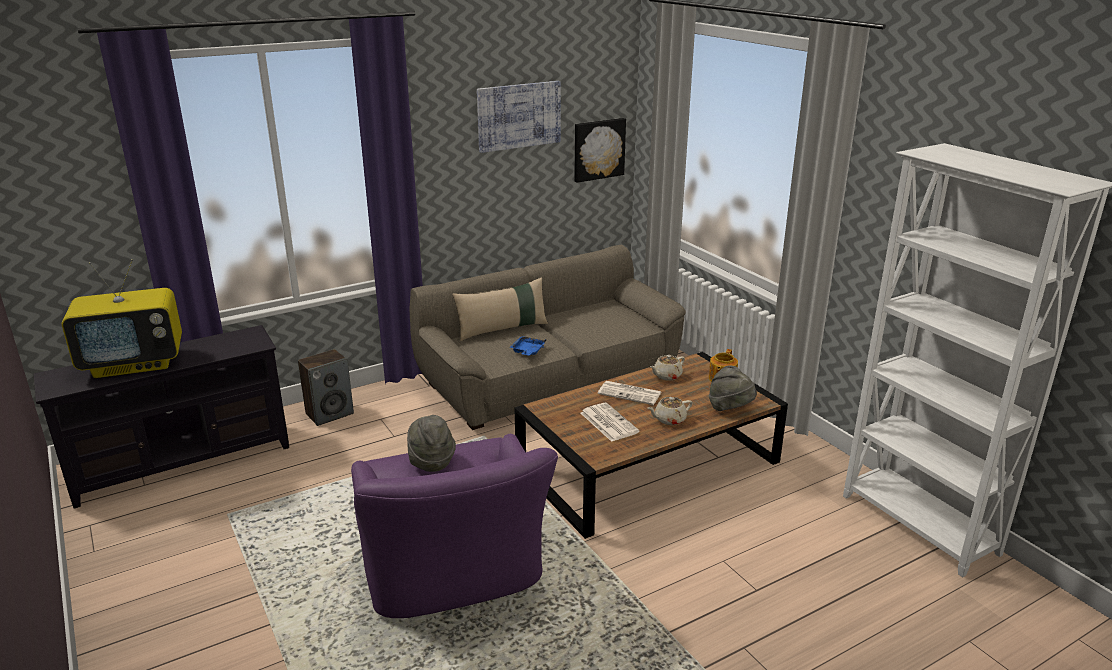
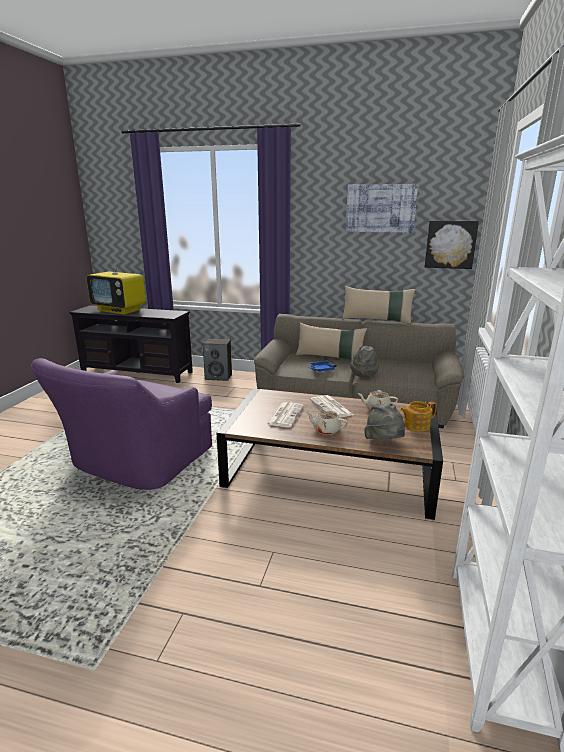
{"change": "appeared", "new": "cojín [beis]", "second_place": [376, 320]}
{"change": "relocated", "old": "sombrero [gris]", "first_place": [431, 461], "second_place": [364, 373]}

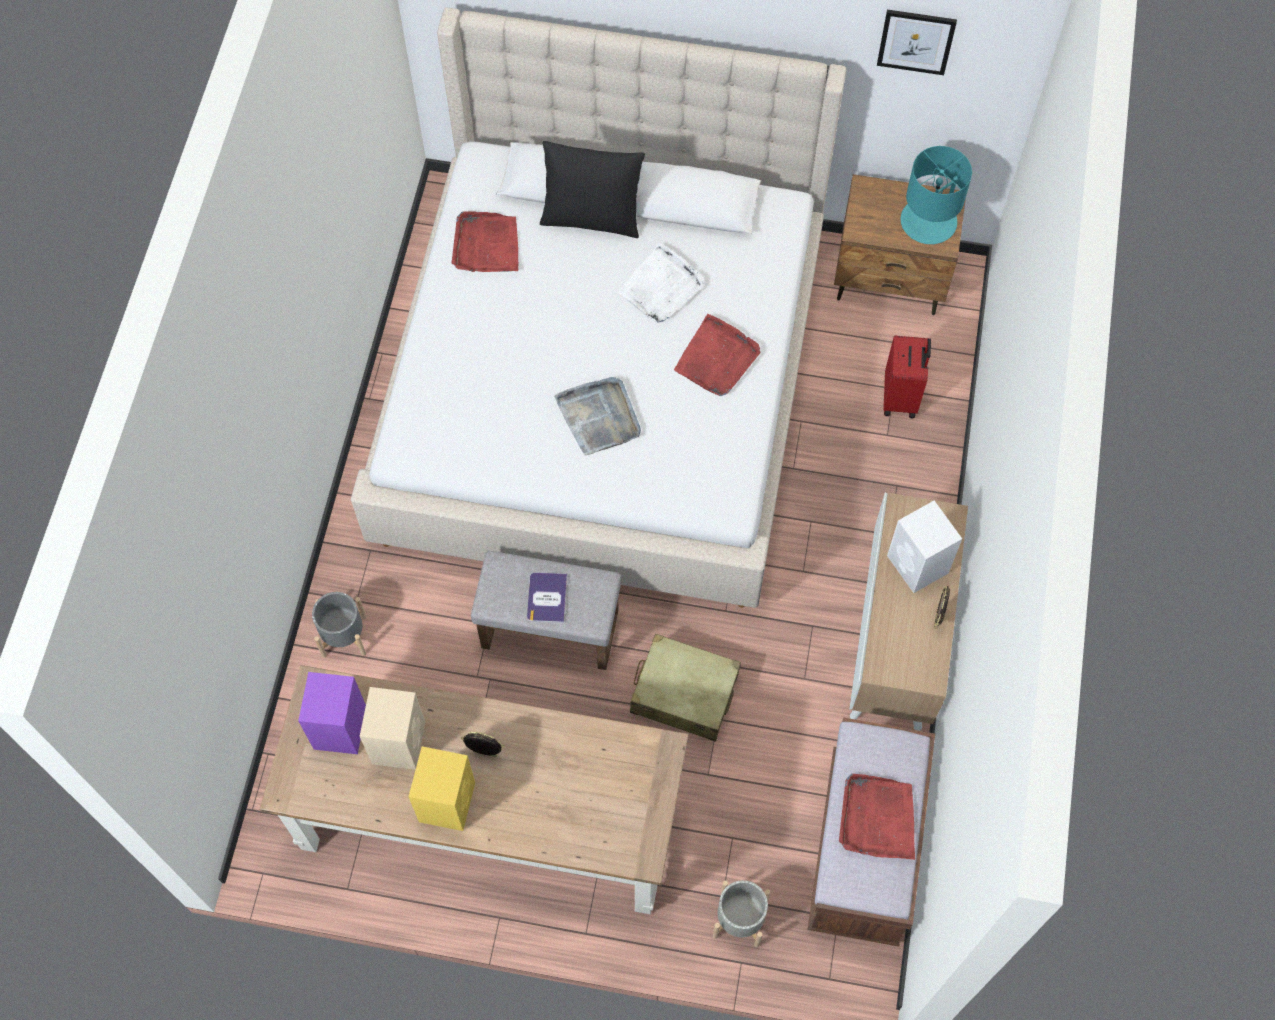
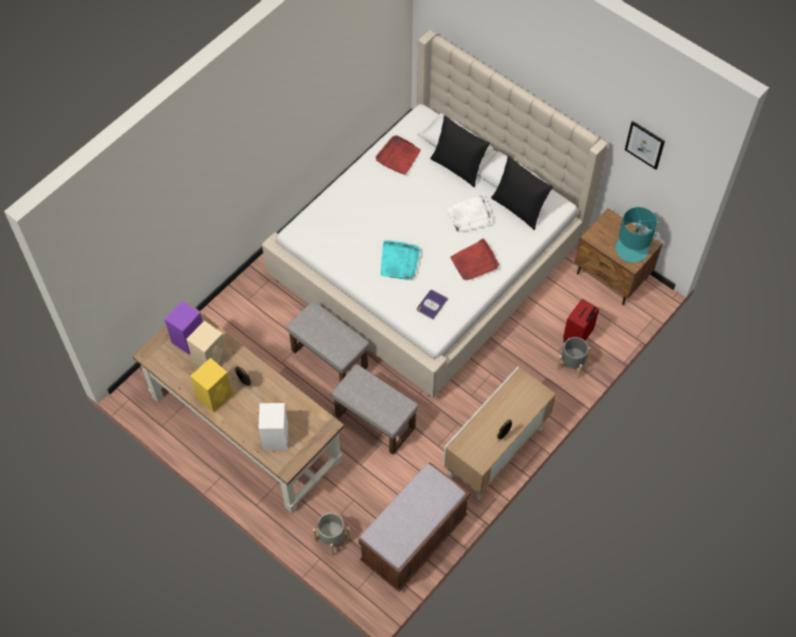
{"change": "missing", "old": "bandeja [rojo]", "first_place": [877, 819]}
{"change": "appeared", "new": "cojín [negro]", "second_place": [519, 208]}
{"change": "relocated", "old": "maceta [gris]", "first_place": [344, 636], "second_place": [571, 364]}
{"change": "relocated", "old": "libro", "first_place": [547, 598], "second_place": [432, 304]}
{"change": "relocated", "old": "altavoz [blanco]", "first_place": [918, 565], "second_place": [275, 438]}
{"change": "exchanged", "old": "maleta [beis]", "new": "puf [gris]", "first_place": [684, 693], "second_place": [374, 421]}
{"change": "colour", "old": "bandeja [gris]", "new": "bandeja [turquesa]", "first_place": [599, 417], "second_place": [399, 261]}

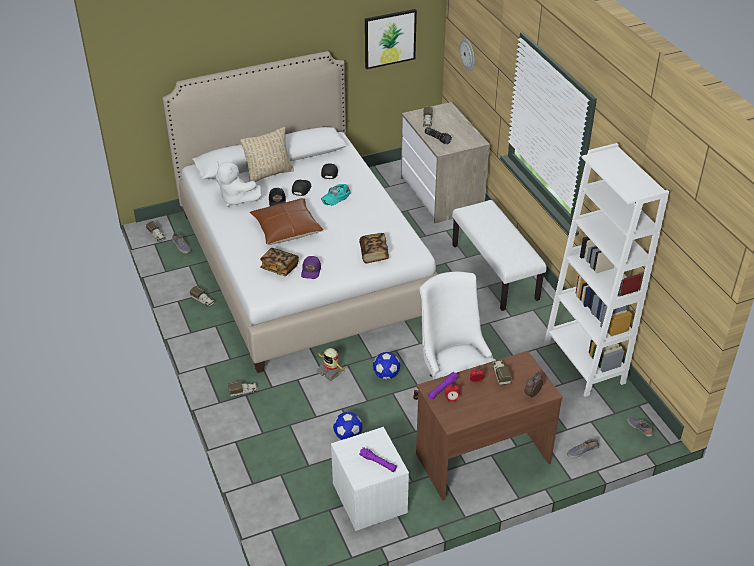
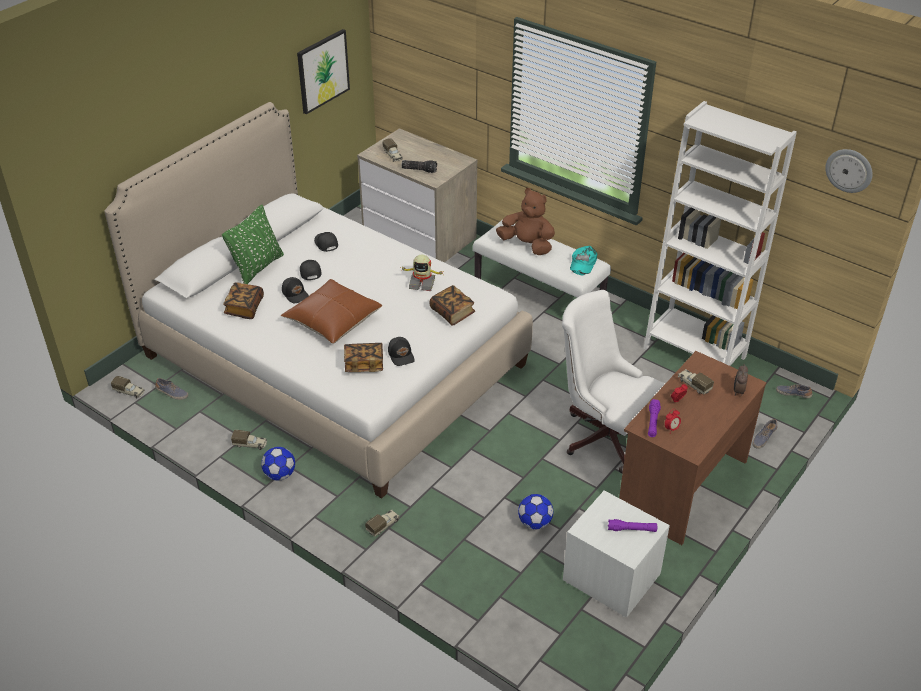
{"change": "appeared", "new": "peluche [marrón]", "second_place": [527, 245]}
{"change": "relocated", "old": "robot de juguete", "first_place": [330, 371], "second_place": [422, 283]}
{"change": "relocated", "old": "gorra [turquesa]", "first_place": [336, 196], "second_place": [582, 263]}
{"change": "relocated", "old": "balón de fútbol", "first_place": [386, 375], "second_place": [280, 475]}
{"change": "relocated", "old": "reloj de pared", "first_place": [468, 54], "second_place": [849, 170]}
{"change": "exchanged", "old": "peluche [blanco]", "new": "libro", "first_place": [236, 199], "second_place": [244, 308]}
{"change": "colour", "old": "cojín [beis]", "new": "cojín [verde]", "first_place": [269, 174], "second_place": [257, 267]}
{"change": "colour", "old": "gorra [morado]", "new": "gorra [negro]", "first_place": [311, 271], "second_place": [401, 355]}

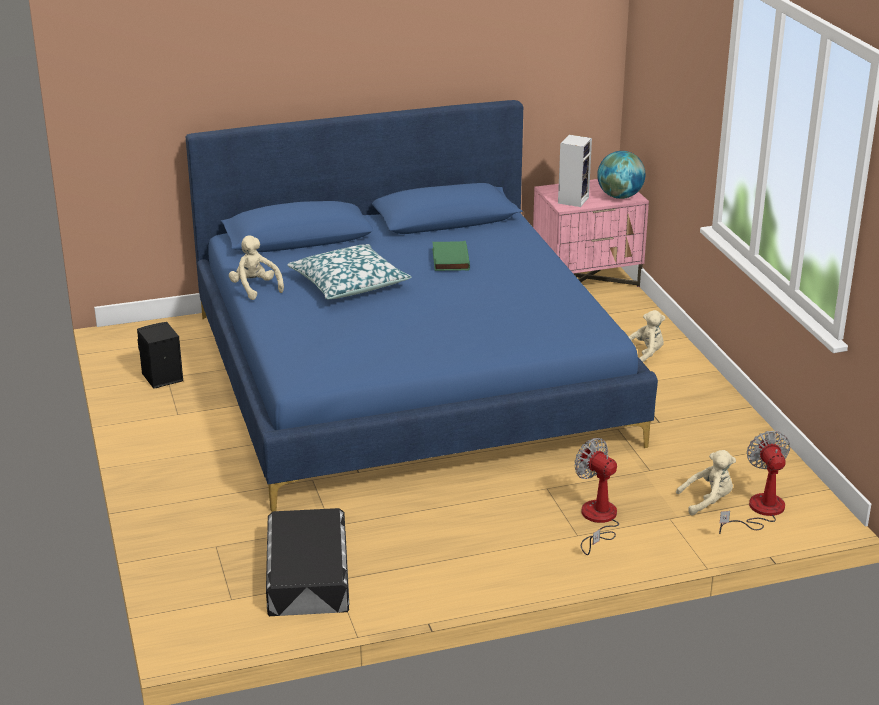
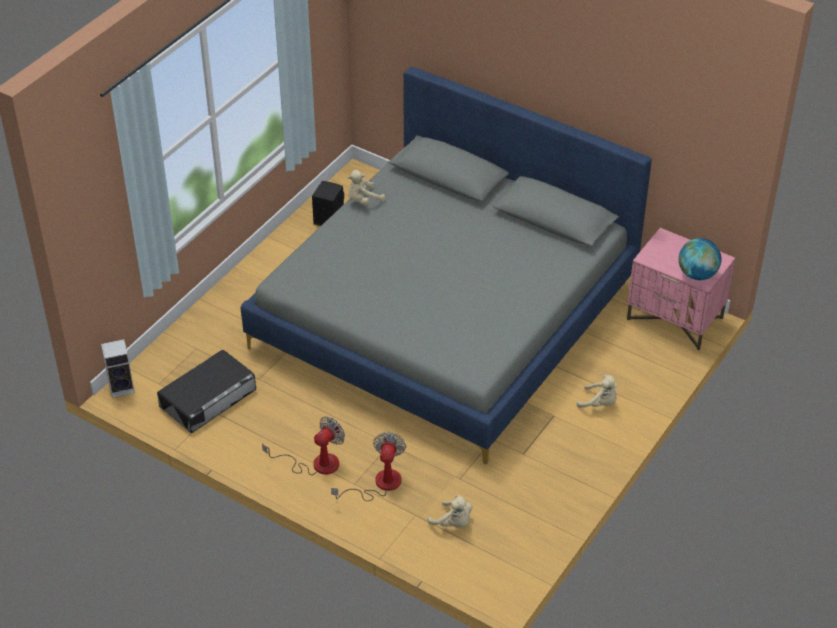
{"change": "missing", "old": "cojín", "first_place": [349, 284]}
{"change": "missing", "old": "libro [verde]", "first_place": [449, 259]}
{"change": "relocated", "old": "altavoz", "first_place": [573, 199], "second_place": [122, 387]}
{"change": "relocated", "old": "ventilador", "first_place": [758, 511], "second_place": [316, 463]}
{"change": "colour", "old": "cama [azul]", "new": "cama [gris]", "first_place": [408, 377], "second_place": [445, 314]}
{"change": "spun", "old": "peluche [beis]", "first_place": [255, 288], "second_place": [363, 200], "degrees": -135}

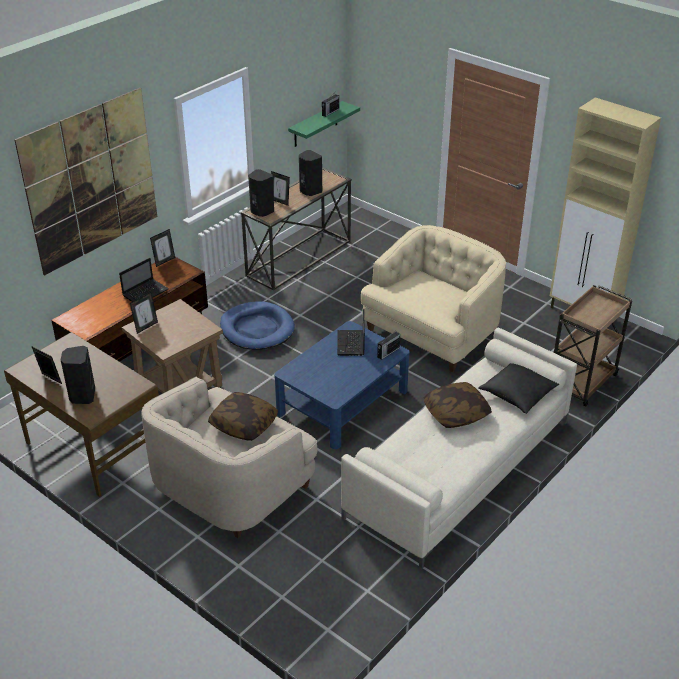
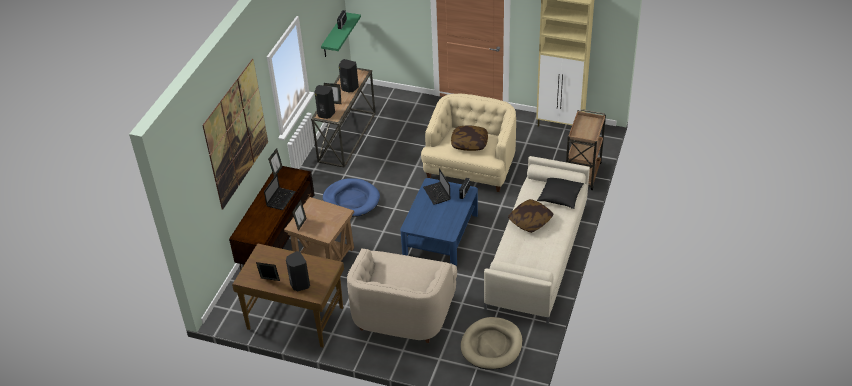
{"change": "appeared", "new": "cama para perro [beis]", "second_place": [491, 345]}
{"change": "relocated", "old": "cojín", "first_place": [243, 425], "second_place": [469, 143]}

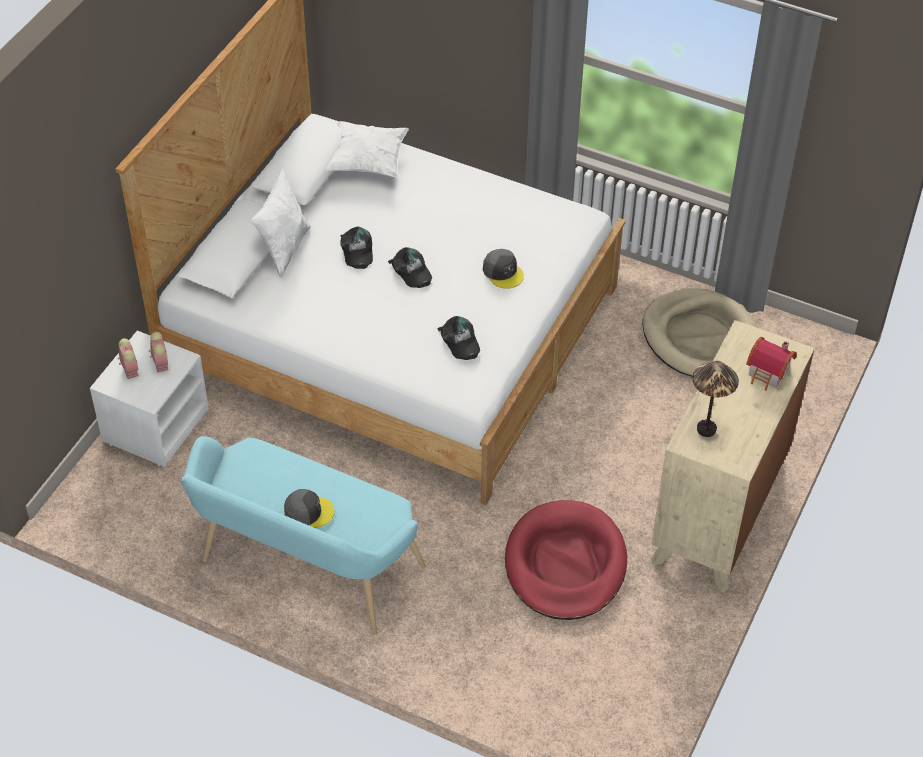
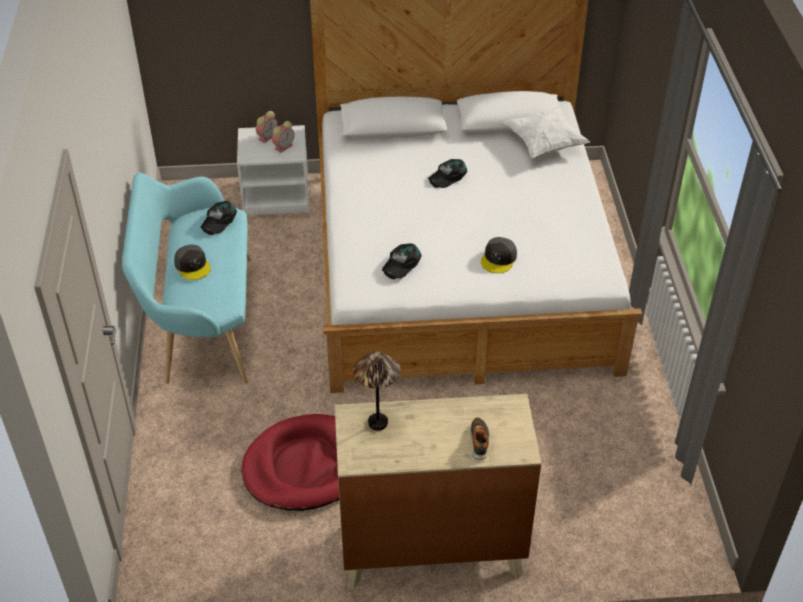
{"change": "missing", "old": "cojín [blanco]", "first_place": [284, 249]}
{"change": "missing", "old": "cama para perro [beis]", "first_place": [700, 338]}
{"change": "relocated", "old": "gorra [negro]", "first_place": [411, 271], "second_place": [218, 220]}
{"change": "exchanged", "old": "casita", "new": "zapato", "first_place": [768, 373], "second_place": [479, 441]}

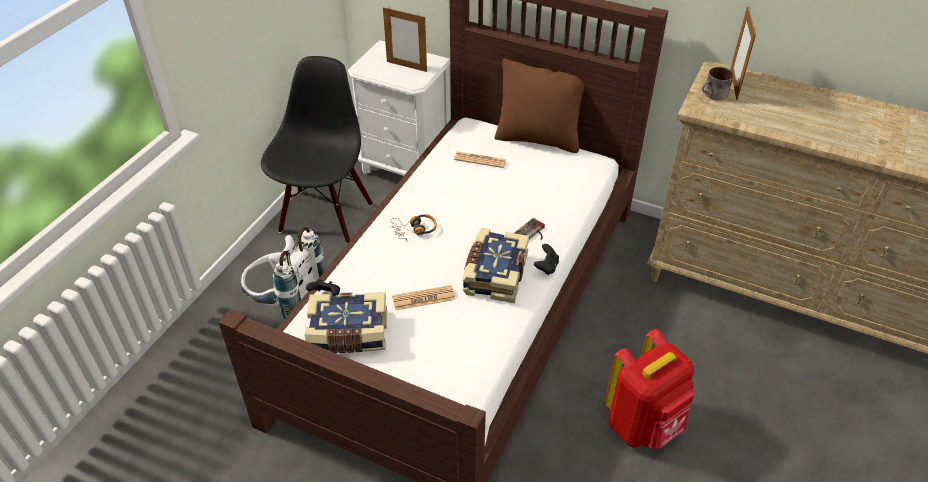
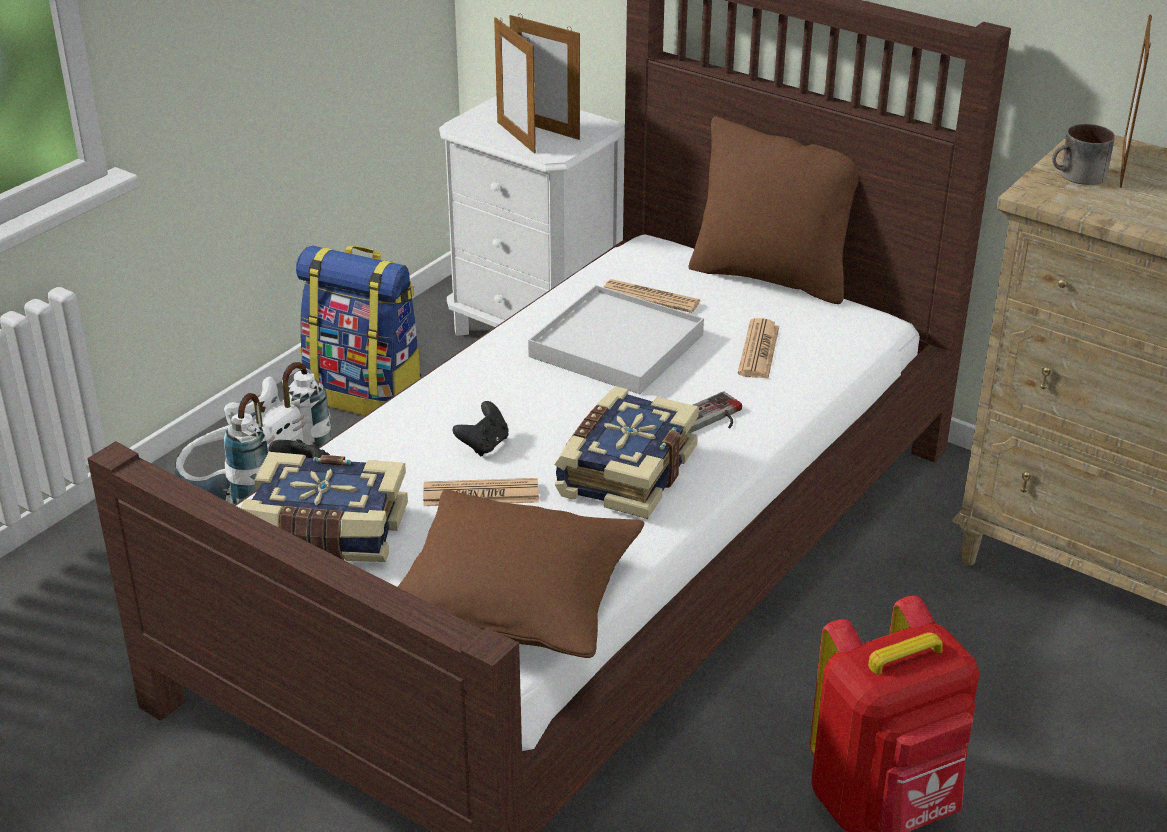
{"change": "missing", "old": "auriculares", "first_place": [414, 230]}
{"change": "appeared", "new": "cojín [marrón]", "second_place": [515, 599]}
{"change": "appeared", "new": "portarretratos", "second_place": [516, 137]}
{"change": "appeared", "new": "bandeja [blanco]", "second_place": [616, 346]}
{"change": "appeared", "new": "periódico", "second_place": [758, 350]}
{"change": "relocated", "old": "mando de consola [negro]", "first_place": [546, 267], "second_place": [484, 445]}
{"change": "exchanged", "old": "silla [negro]", "new": "mochila", "first_place": [325, 216], "second_place": [366, 394]}

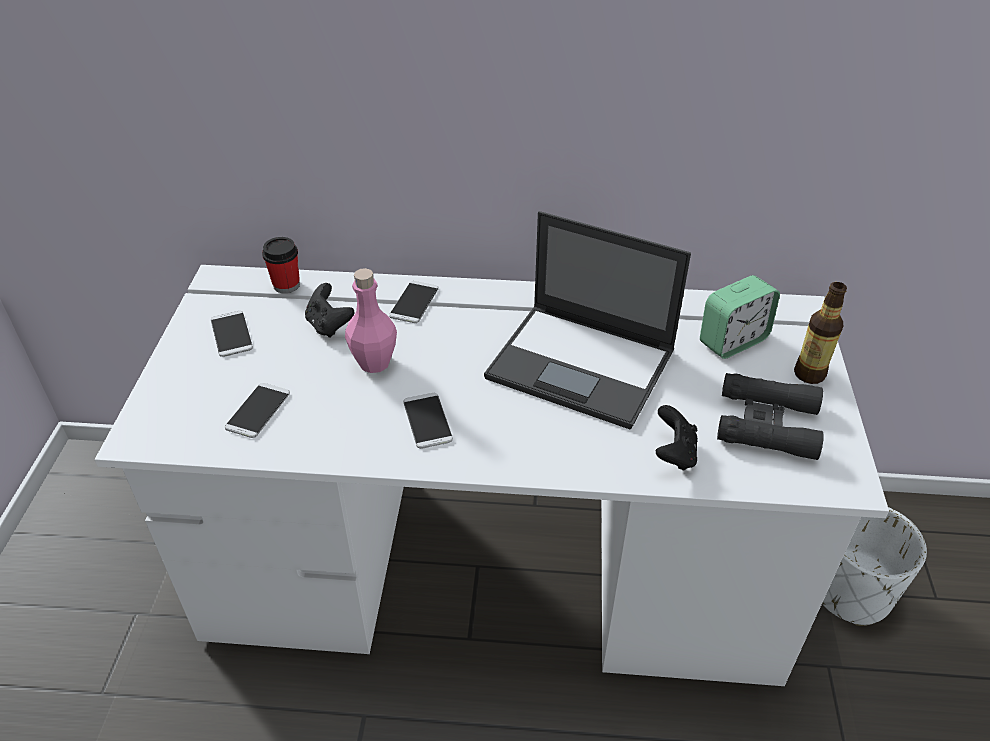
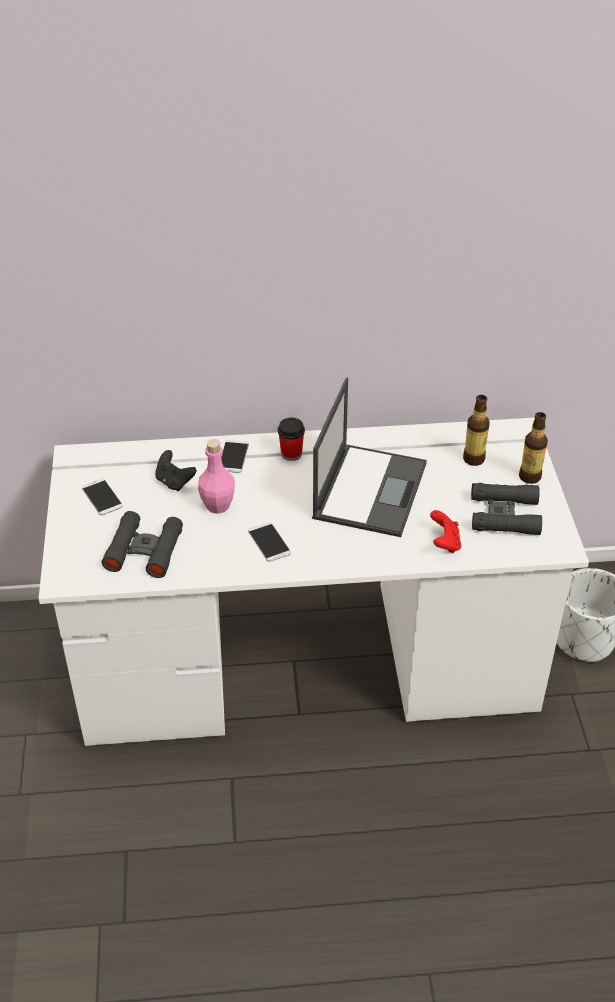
{"change": "relocated", "old": "taza", "first_place": [286, 285], "second_place": [291, 454]}
{"change": "exchanged", "old": "móvil", "new": "prismáticos [negro]", "first_place": [258, 411], "second_place": [144, 550]}
{"change": "exchanged", "old": "despertador", "new": "botella", "first_place": [733, 341], "second_place": [473, 459]}
{"change": "colour", "old": "mando de consola [negro]", "new": "mando de consola [rojo]", "first_place": [674, 454], "second_place": [444, 543]}
{"change": "spun", "old": "portátil", "first_place": [583, 365], "second_place": [370, 489], "degrees": -90}

